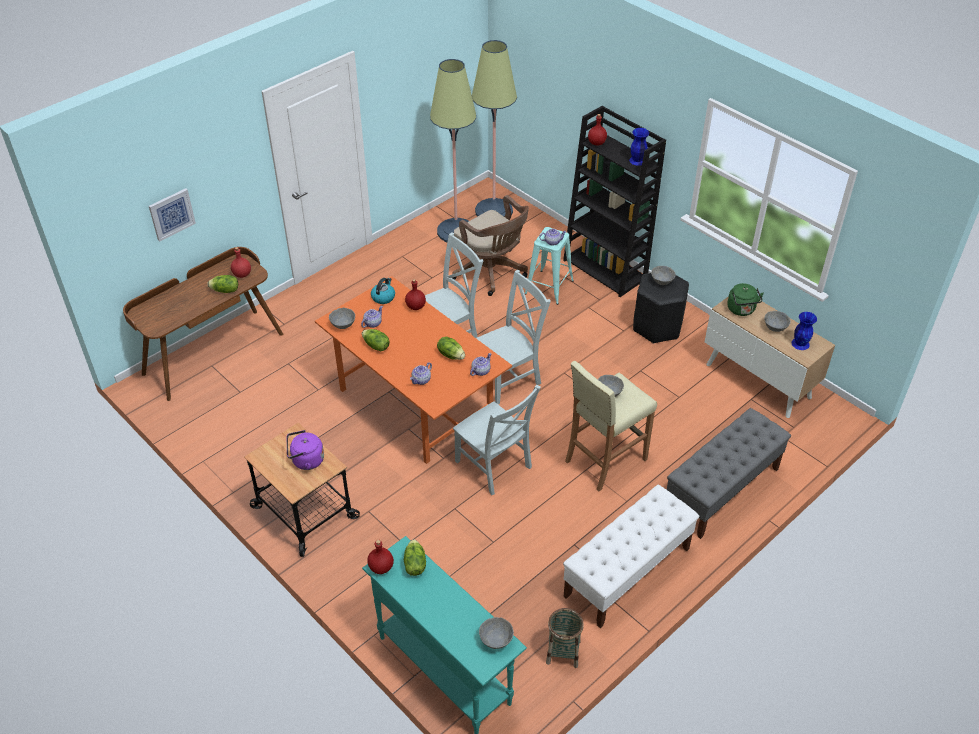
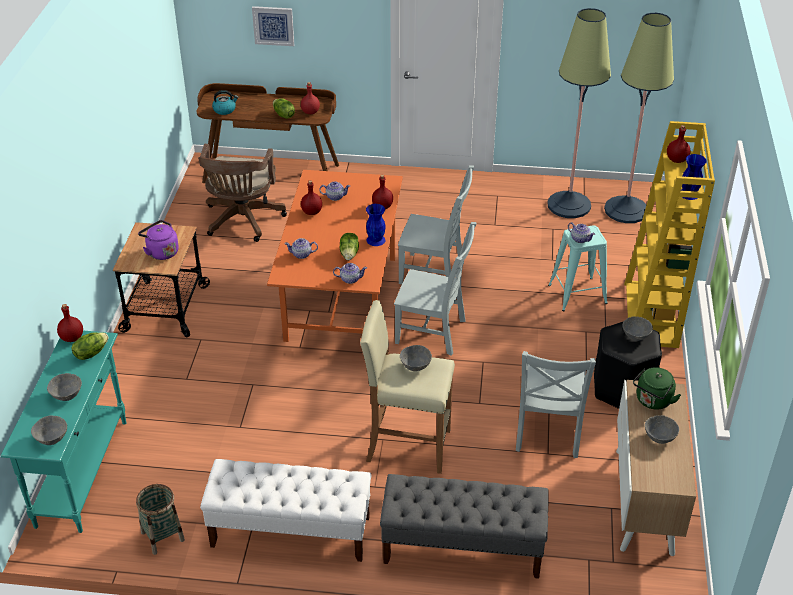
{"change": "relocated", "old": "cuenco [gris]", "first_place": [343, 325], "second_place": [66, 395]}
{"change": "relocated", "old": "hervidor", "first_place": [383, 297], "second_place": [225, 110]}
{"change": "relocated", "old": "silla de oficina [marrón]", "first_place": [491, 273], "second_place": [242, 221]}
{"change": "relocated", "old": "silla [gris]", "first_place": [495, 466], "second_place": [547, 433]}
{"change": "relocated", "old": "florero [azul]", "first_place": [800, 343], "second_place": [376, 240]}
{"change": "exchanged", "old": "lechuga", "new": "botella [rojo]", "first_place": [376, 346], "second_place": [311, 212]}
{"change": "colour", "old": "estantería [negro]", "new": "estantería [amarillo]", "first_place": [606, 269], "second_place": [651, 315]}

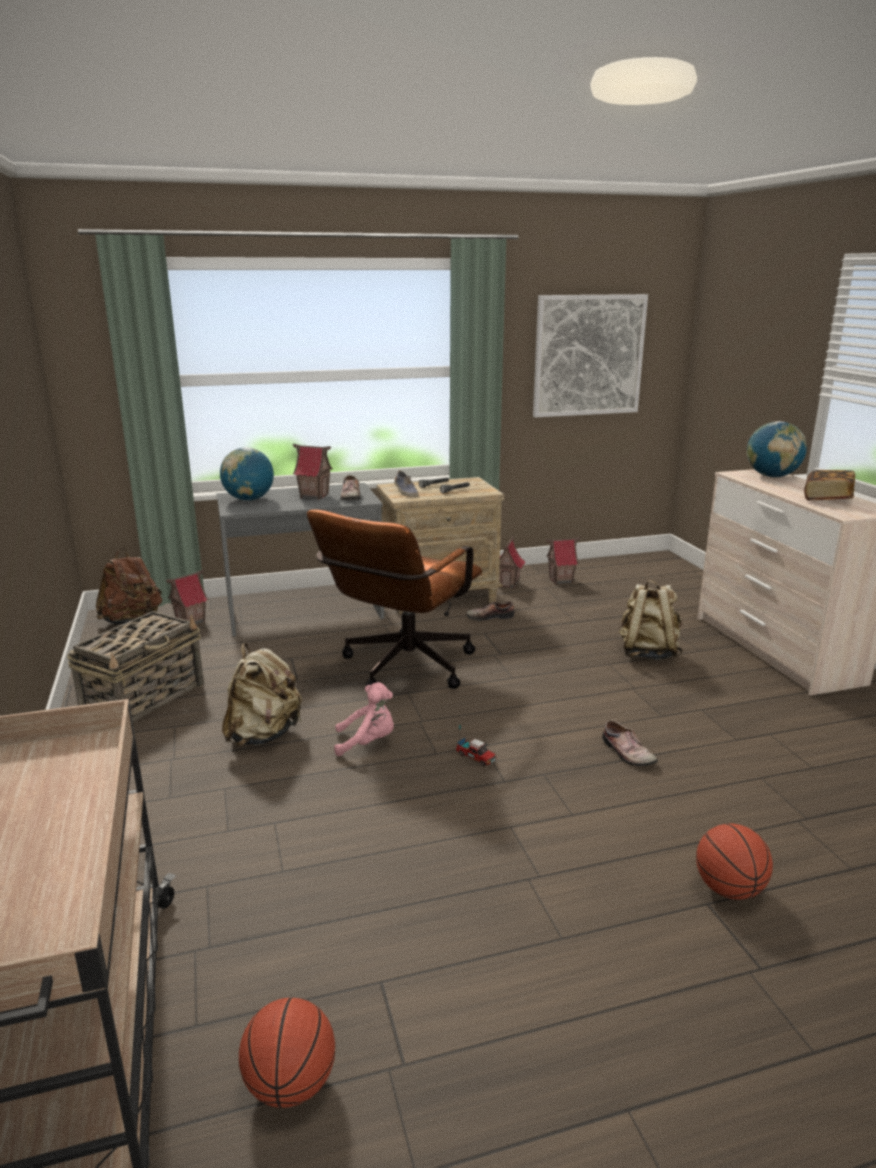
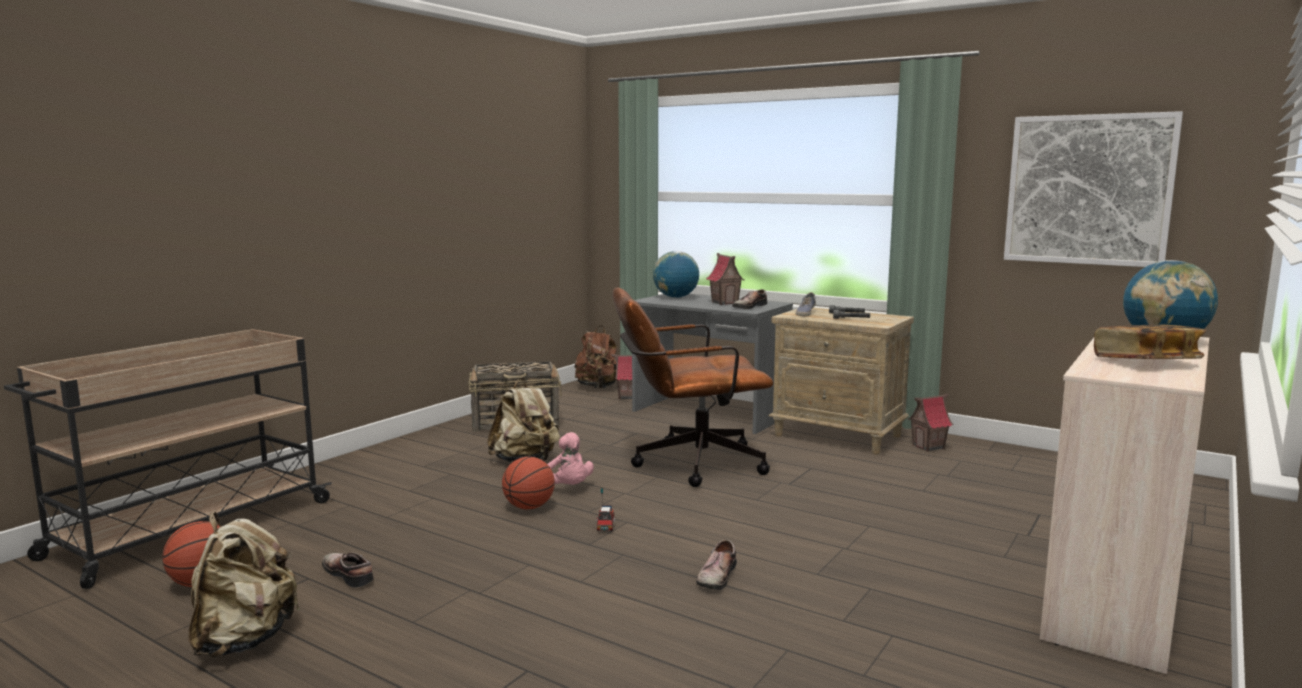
{"change": "missing", "old": "casita", "first_place": [561, 580]}
{"change": "relocated", "old": "zapato", "first_place": [489, 616], "second_place": [350, 574]}
{"change": "relocated", "old": "mochila [beis]", "first_place": [647, 653], "second_place": [244, 640]}
{"change": "relocated", "old": "balón de baloncesto", "first_place": [729, 889], "second_place": [529, 507]}

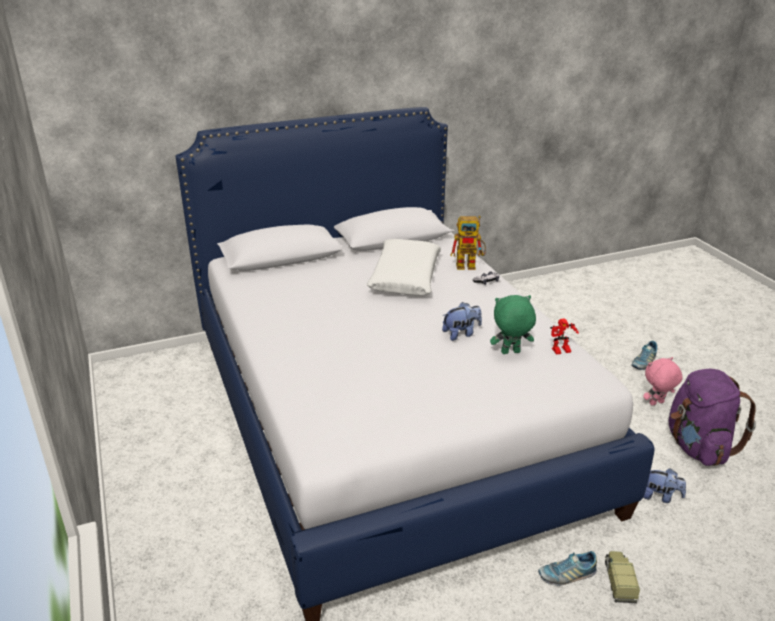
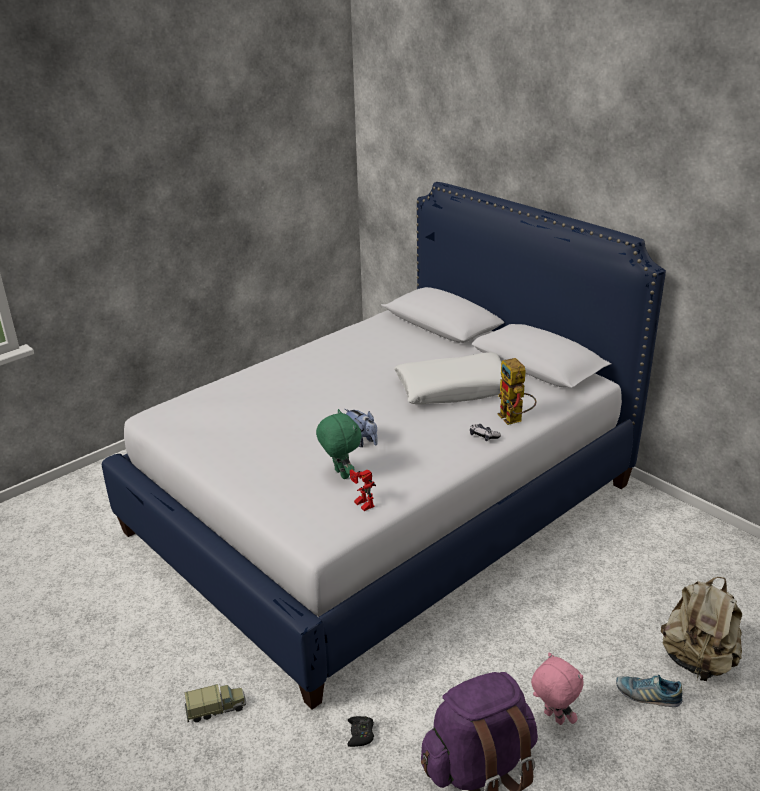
{"change": "missing", "old": "zapato", "first_place": [566, 575]}
{"change": "appeared", "new": "mochila [beis]", "second_place": [697, 661]}
{"change": "exchanged", "old": "peluche", "new": "mando de consola [negro]", "first_place": [660, 496], "second_place": [360, 734]}

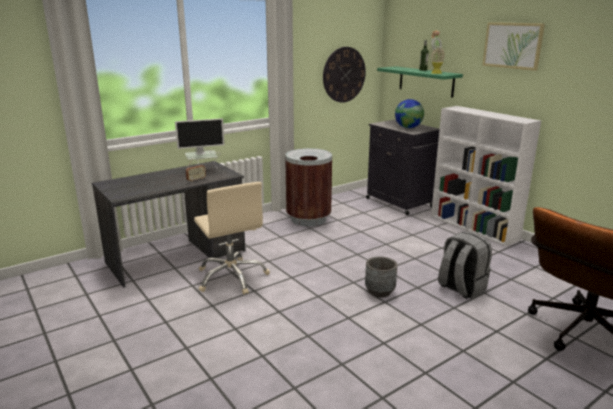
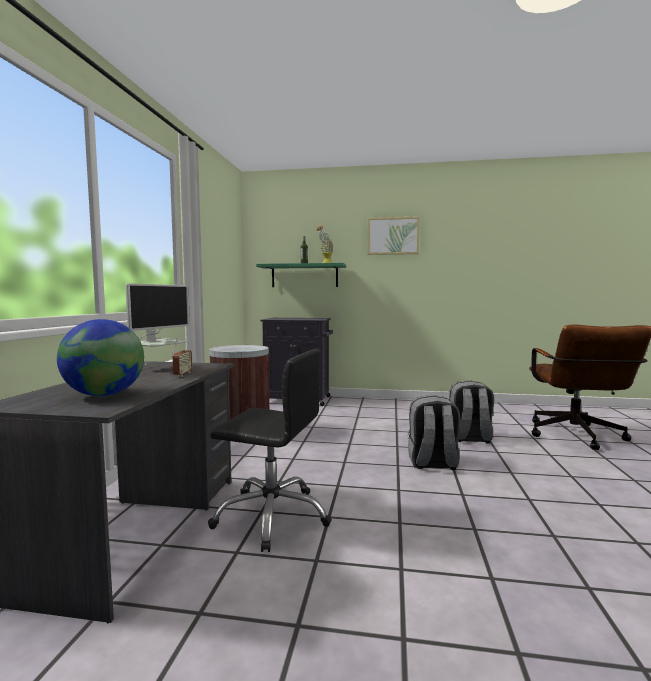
{"change": "missing", "old": "reloj de pared", "first_place": [344, 74]}
{"change": "missing", "old": "estantería [blanco]", "first_place": [474, 227]}
{"change": "relocated", "old": "globo terráqueo", "first_place": [408, 127], "second_place": [104, 395]}
{"change": "exchanged", "old": "maceta [gris]", "new": "mochila [gris]", "first_place": [379, 292], "second_place": [432, 463]}
{"change": "colour", "old": "silla de oficina [beis]", "new": "silla de oficina [negro]", "first_place": [232, 277], "second_place": [272, 516]}

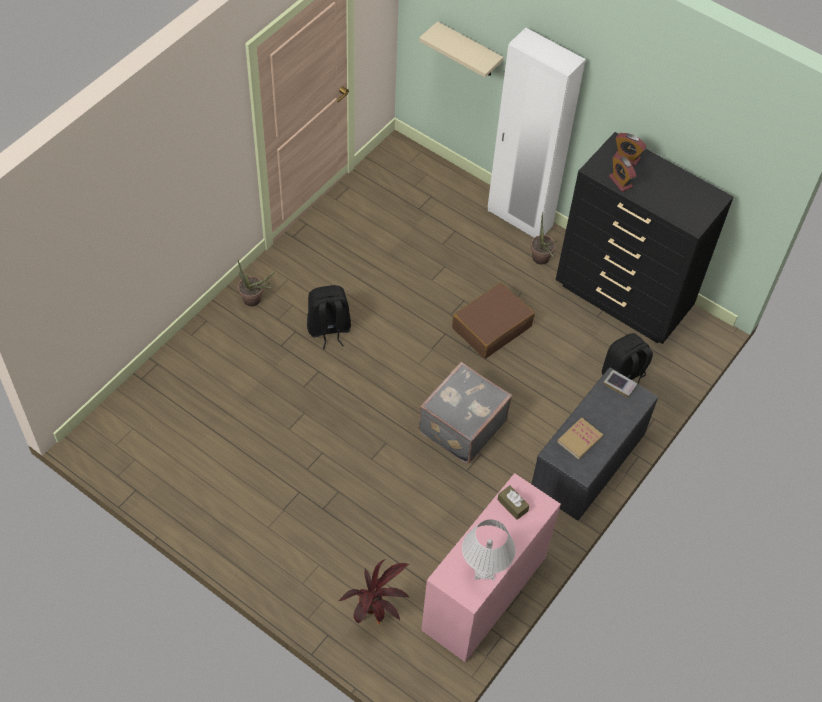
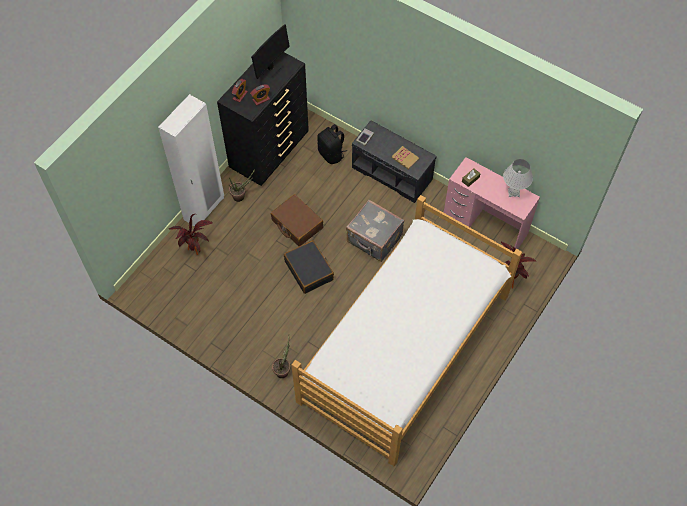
{"change": "missing", "old": "mochila [negro]", "first_place": [328, 329]}
{"change": "missing", "old": "estante [beis]", "first_place": [469, 51]}
{"change": "appeared", "new": "planta en maceta", "second_place": [197, 252]}
{"change": "appeared", "new": "monitor", "second_place": [270, 68]}
{"change": "appeared", "new": "maleta [negro]", "second_place": [309, 270]}
{"change": "appeared", "new": "cama", "second_place": [404, 348]}

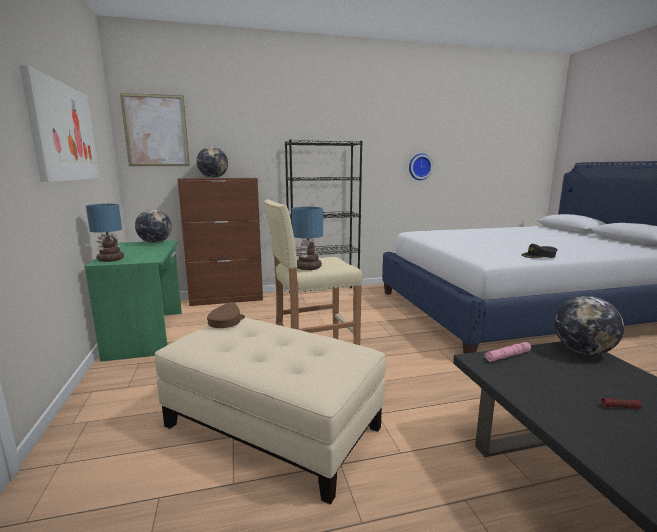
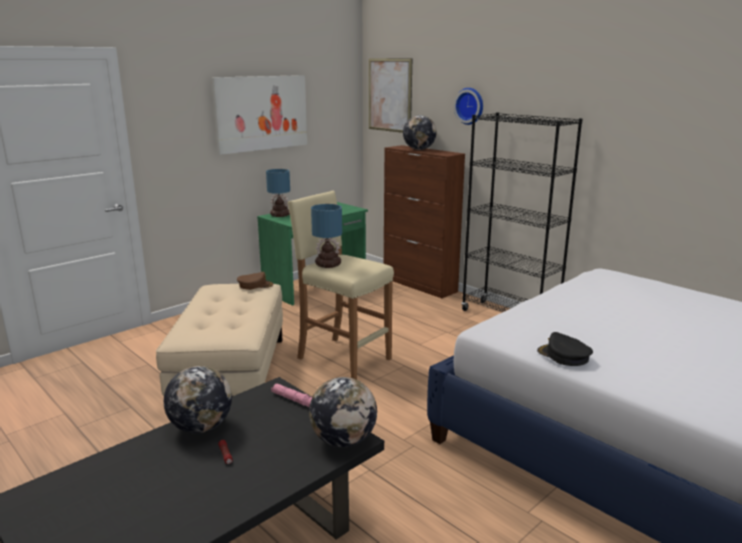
{"change": "relocated", "old": "globo terráqueo", "first_place": [155, 242], "second_place": [201, 427]}
{"change": "relocated", "old": "reloj de pared", "first_place": [419, 167], "second_place": [470, 106]}

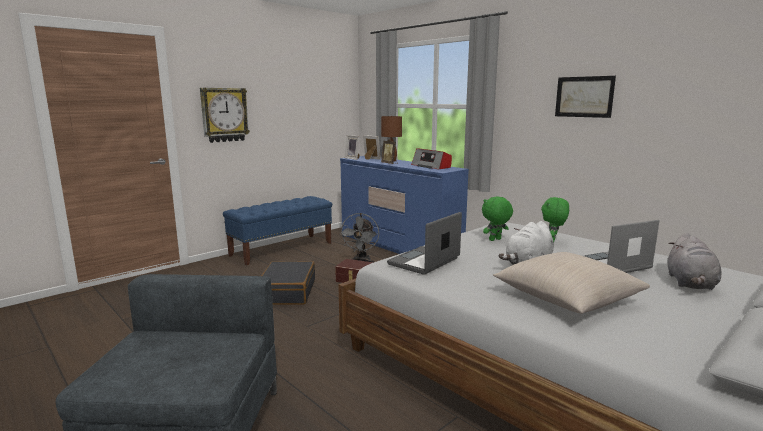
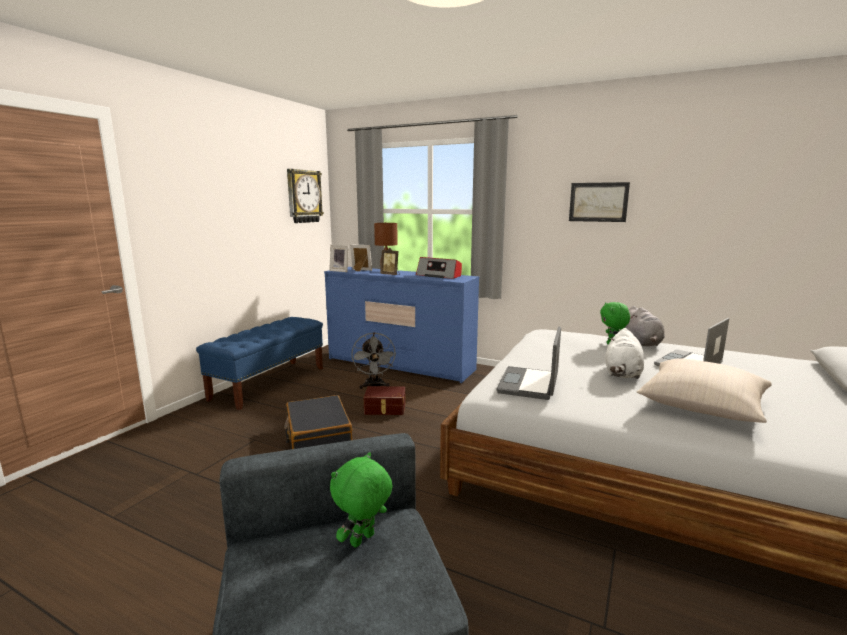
{"change": "relocated", "old": "reloj de pared", "first_place": [224, 115], "second_place": [304, 196]}
{"change": "relocated", "old": "peluche [verde]", "first_place": [495, 240], "second_place": [363, 541]}
{"change": "relocated", "old": "peluche [gris]", "first_place": [690, 283], "second_place": [641, 343]}

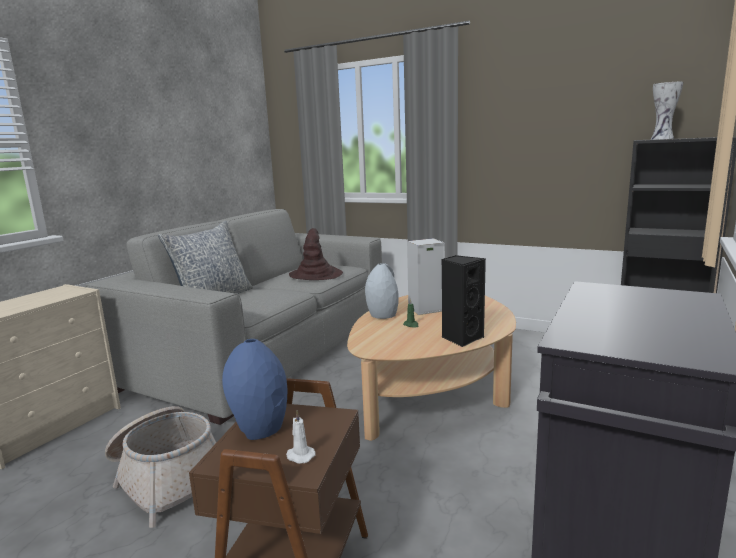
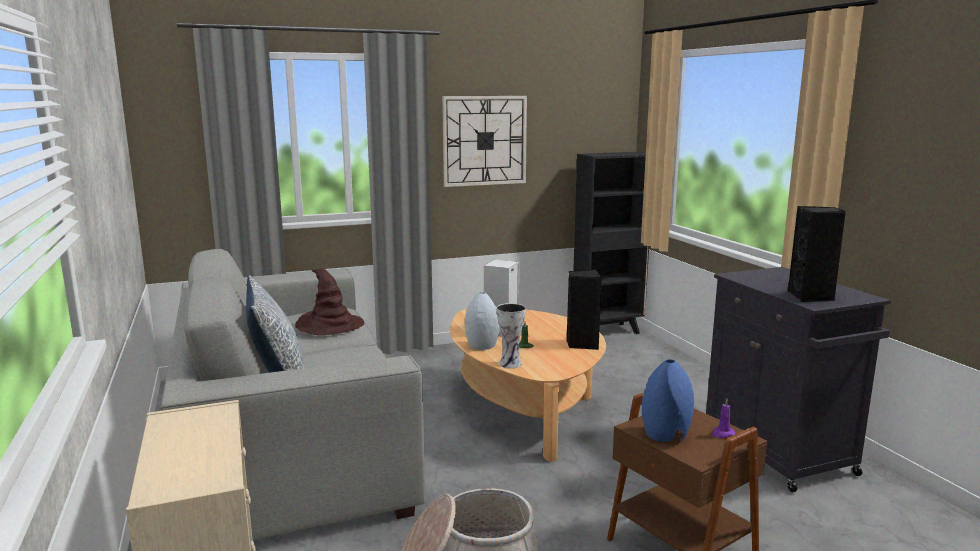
{"change": "appeared", "new": "reloj de pared", "second_place": [484, 140]}
{"change": "appeared", "new": "altavoz [negro]", "second_place": [811, 297]}
{"change": "relocated", "old": "florero", "first_place": [663, 139], "second_place": [511, 364]}
{"change": "colour", "old": "vela [blanco]", "new": "vela [morado]", "first_place": [299, 456], "second_place": [722, 434]}

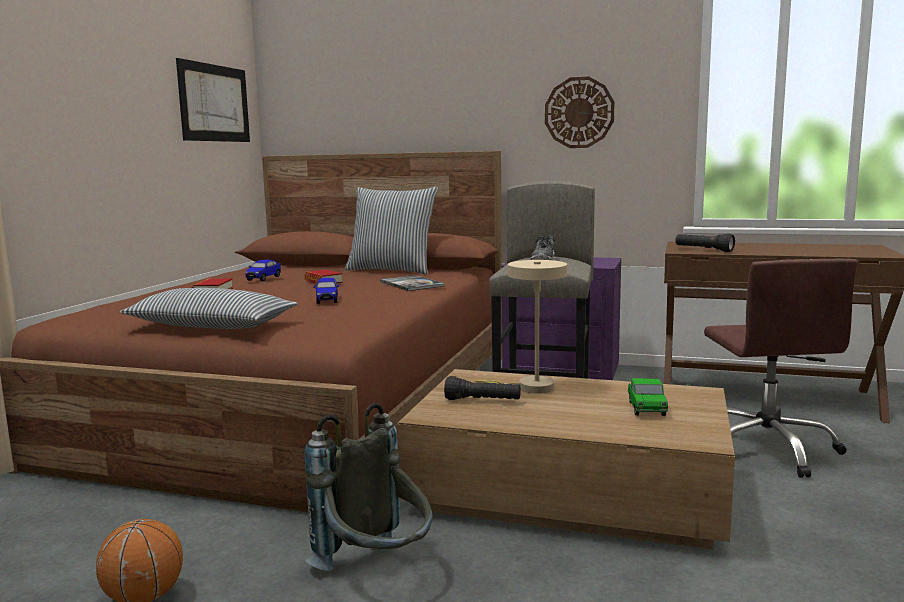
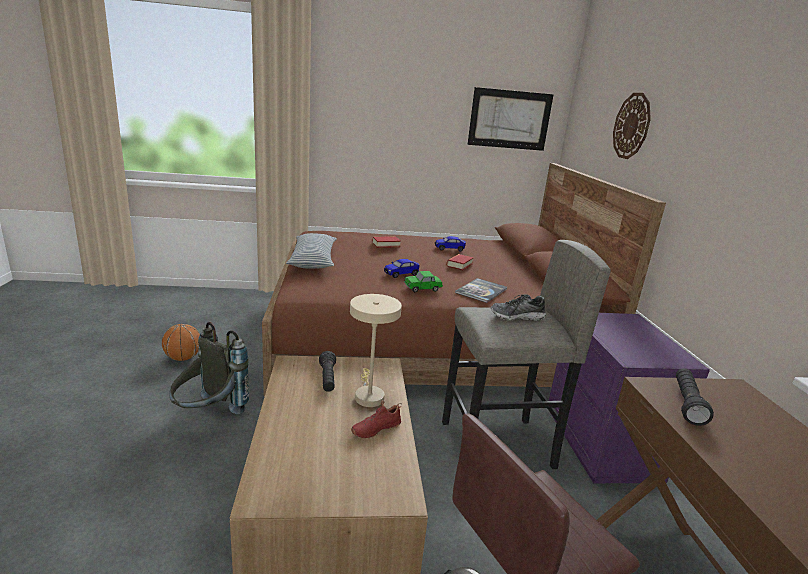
{"change": "missing", "old": "cojín", "first_place": [392, 270]}
{"change": "appeared", "new": "zapato [rojo]", "second_place": [375, 428]}
{"change": "relocated", "old": "reloj de pared", "first_place": [579, 112], "second_place": [631, 126]}
{"change": "relocated", "old": "coche de juguete", "first_place": [646, 408], "second_place": [422, 288]}

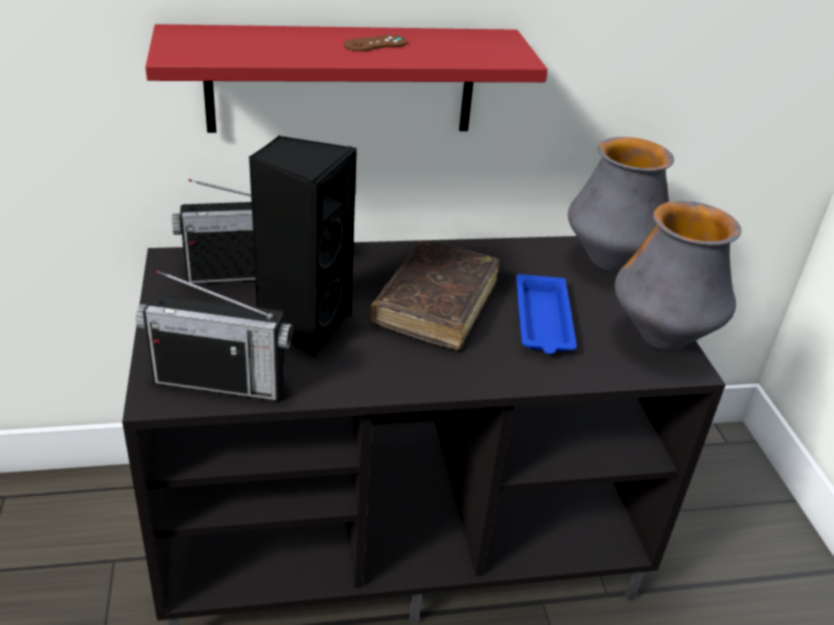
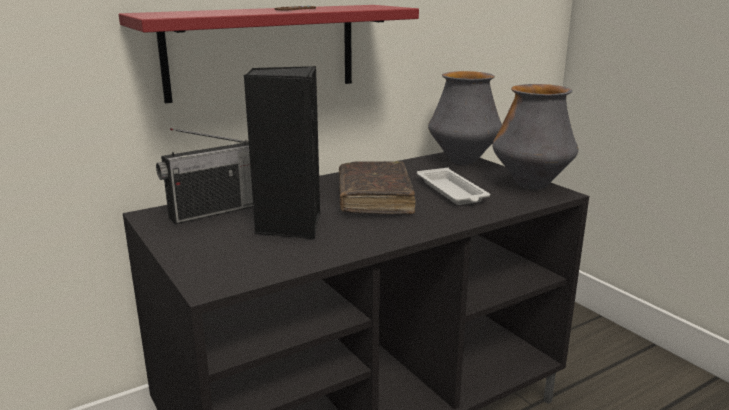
{"change": "missing", "old": "radio", "first_place": [220, 382]}
{"change": "colour", "old": "bandeja [azul]", "new": "bandeja [blanco]", "first_place": [543, 321], "second_place": [452, 192]}

